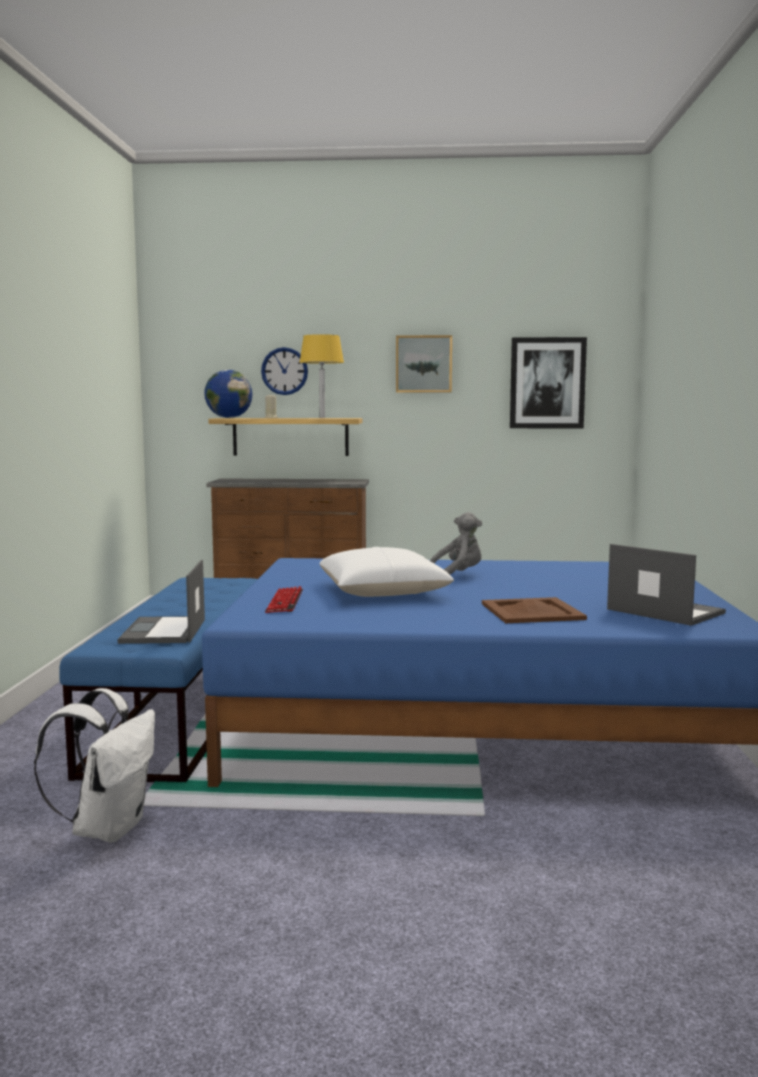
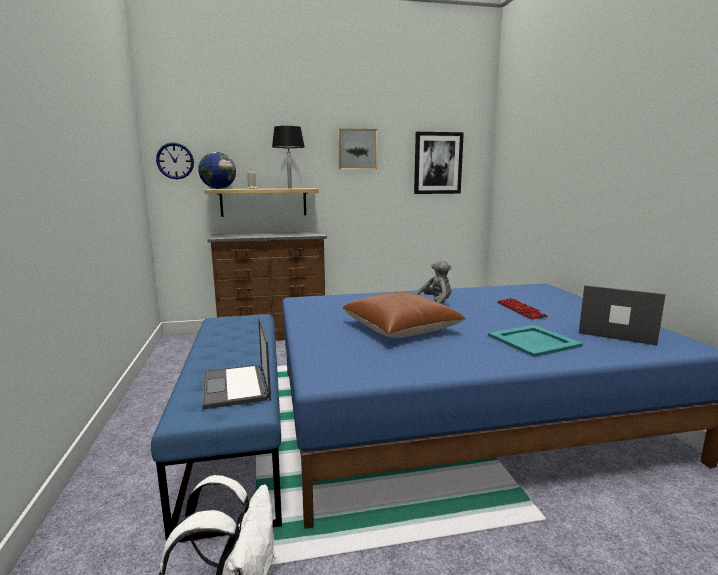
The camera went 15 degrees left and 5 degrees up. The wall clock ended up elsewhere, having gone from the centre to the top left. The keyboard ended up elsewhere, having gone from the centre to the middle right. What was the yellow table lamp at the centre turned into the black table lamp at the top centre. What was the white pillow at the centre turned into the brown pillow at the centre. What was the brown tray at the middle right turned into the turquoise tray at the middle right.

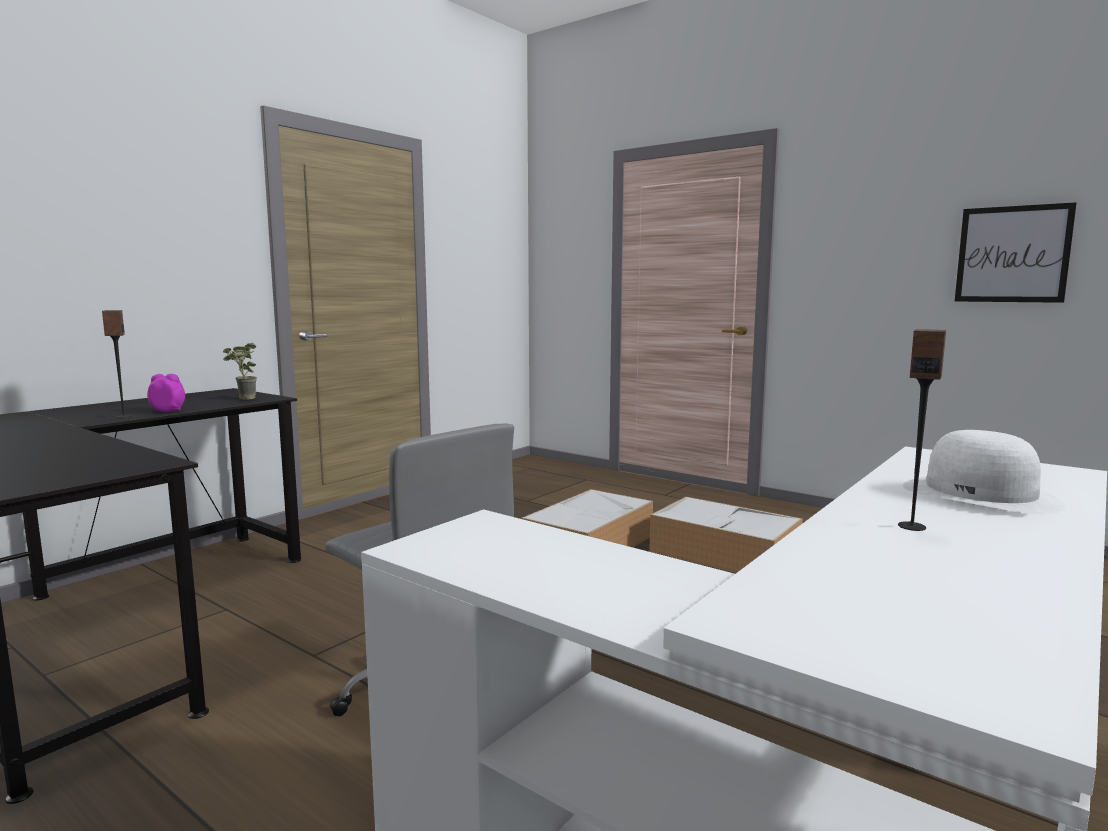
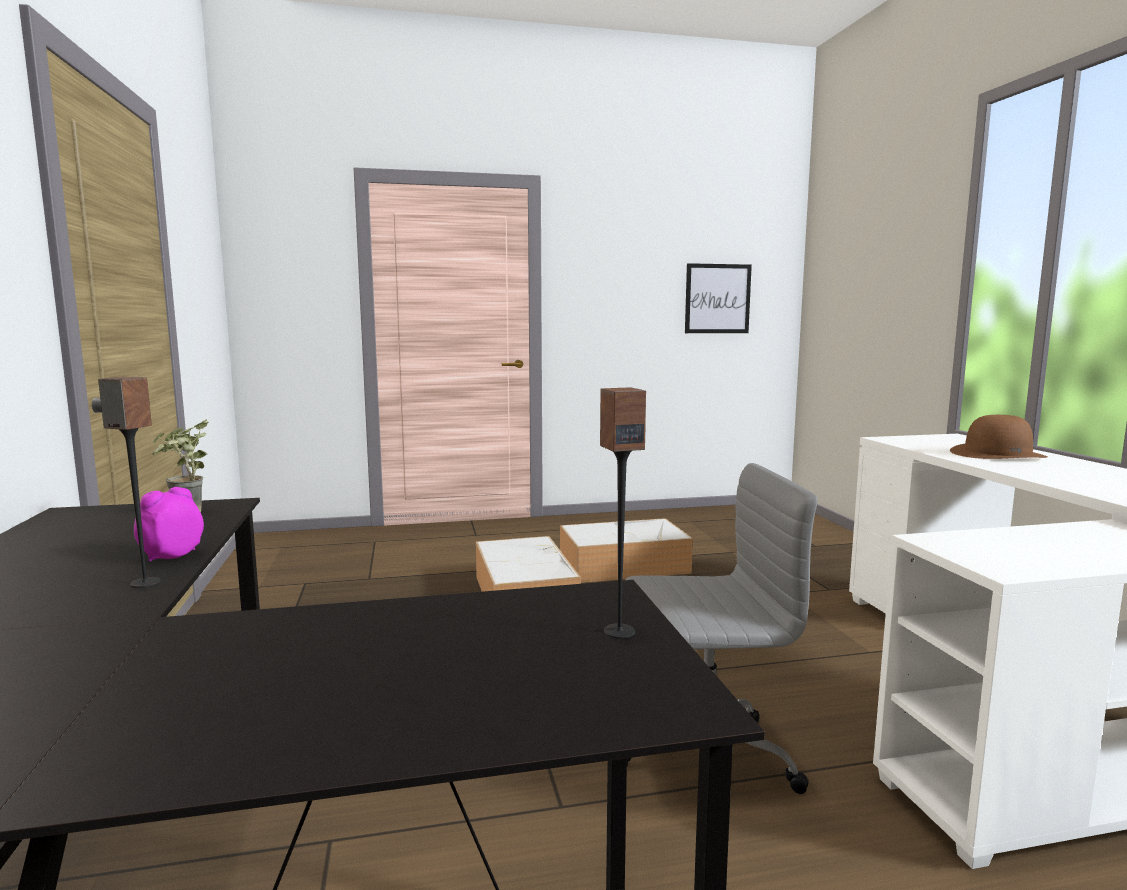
The camera went 50 degrees left and 0 degrees up. The speaker (2nd from left) ended up elsewhere, having gone from the middle right to the centre. What was the white hat at the middle right turned into the brown hat at the middle right.

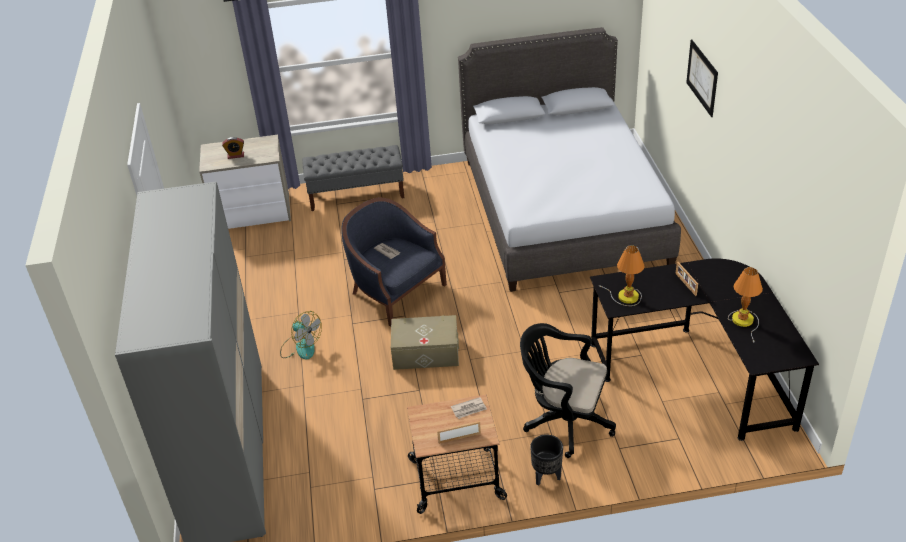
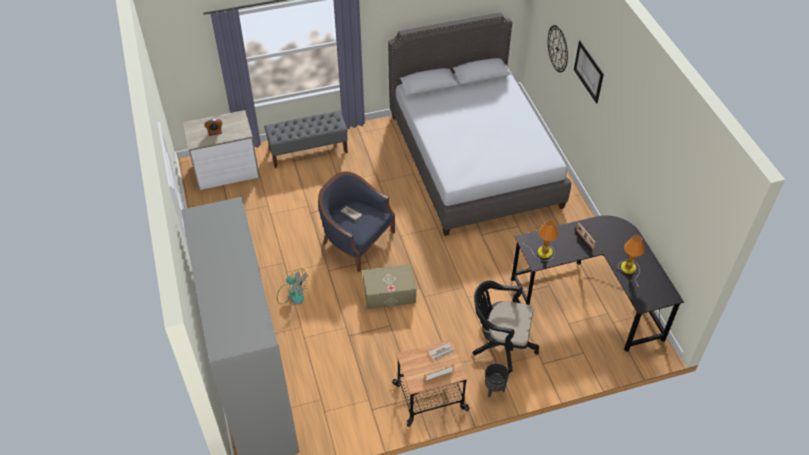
The camera went 10 degrees left and 10 degrees up. The second view gained the wall clock at the top right.

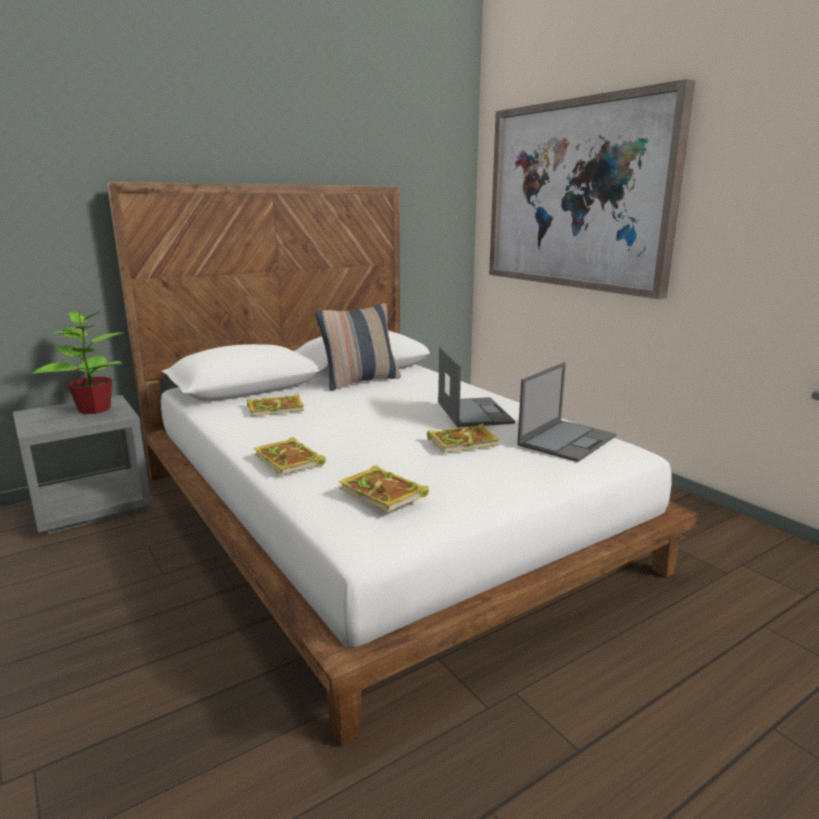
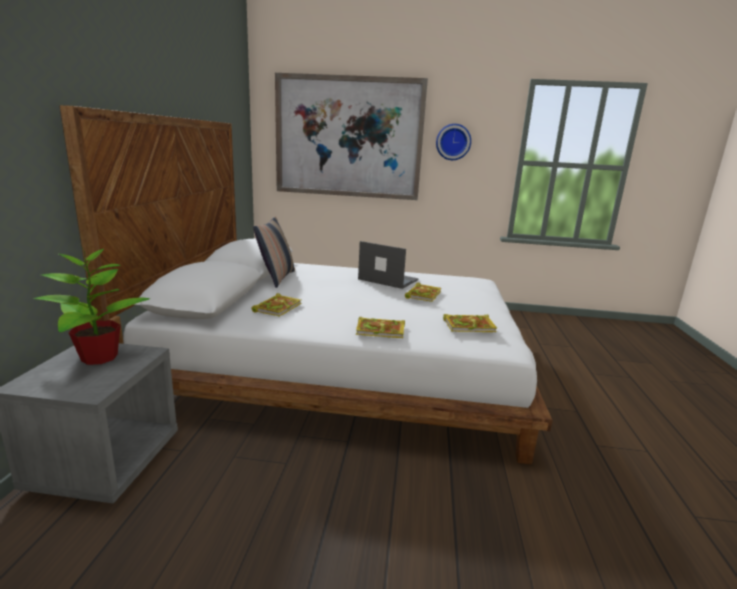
The camera went 50 degrees left and 0 degrees up. The second view lost the laptop (2nd from left) at the middle right. The second view gained the wall clock at the top centre.

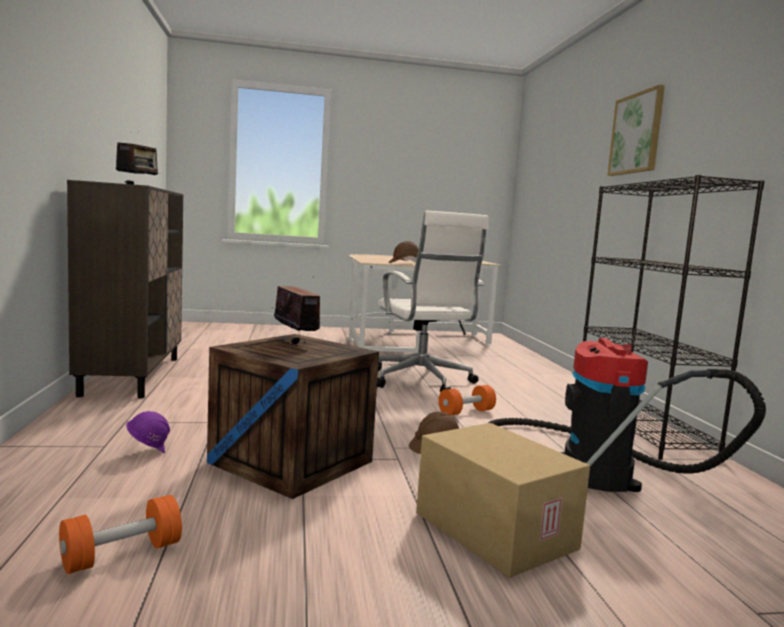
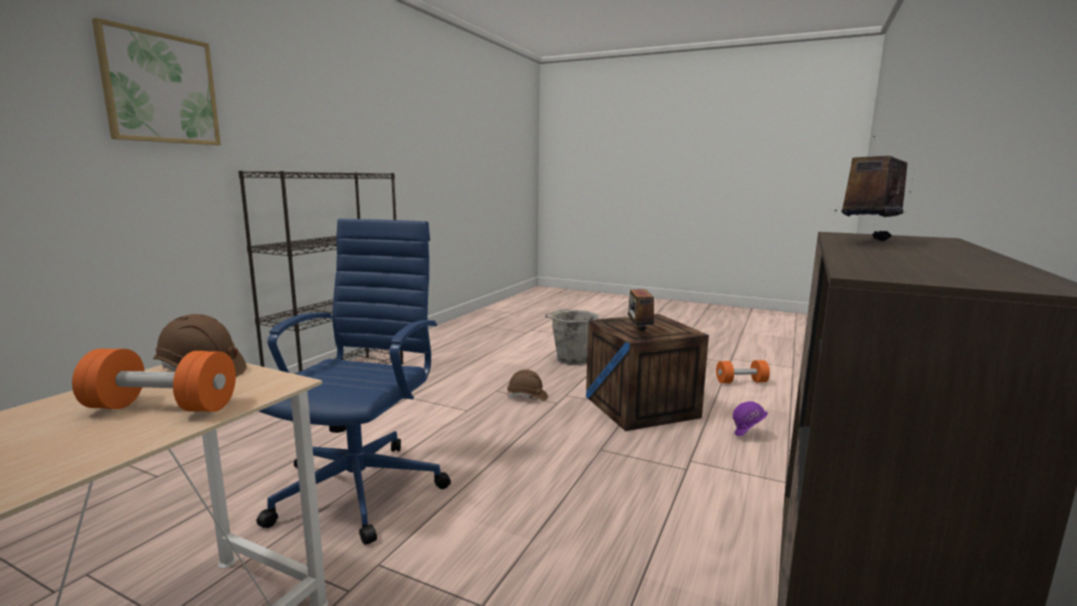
The camera went 145 degrees left and 5 degrees up. What was the white office chair at the centre turned into the blue office chair at the middle left. Where the cardboard box stood at the bottom centre, the grey bucket came to stand at the centre. The orange dumbbell (2nd from left in the first image) ended up elsewhere, having gone from the centre to the middle left. The second view lost the vacuum cleaner at the middle right.

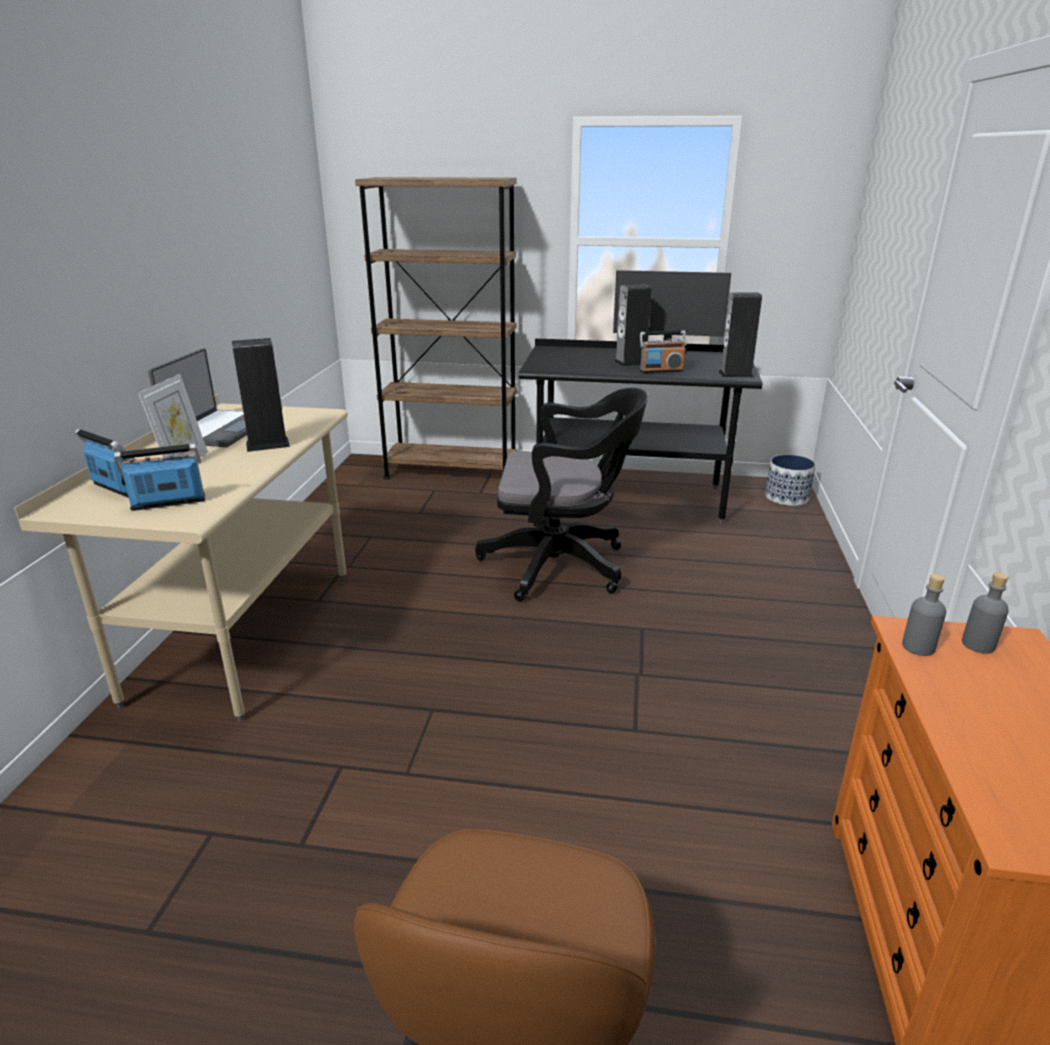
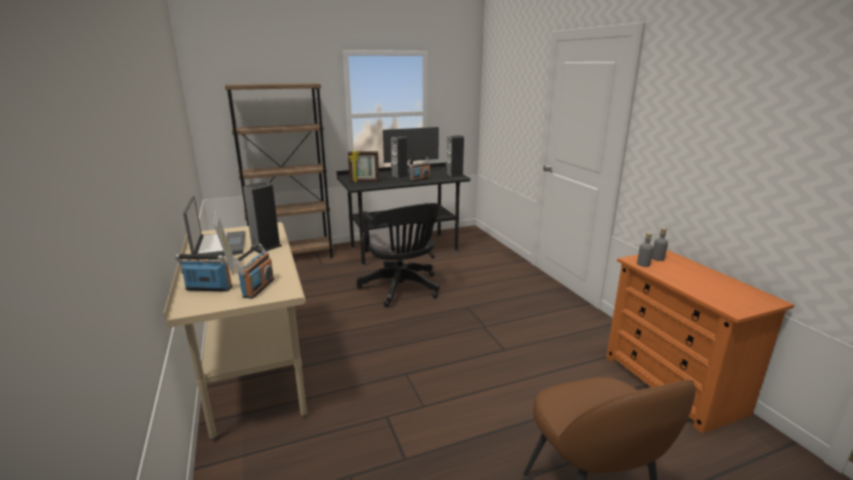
The camera went 30 degrees left and 5 degrees down. The radio (2nd from left) at the middle left ended up facing another way, 150 degrees clockwise from before. The black office chair at the centre ended up facing another way, 90 degrees clockwise from before. The second view lost the planter at the middle right. The second view gained the picture frame (2nd from left) at the centre.

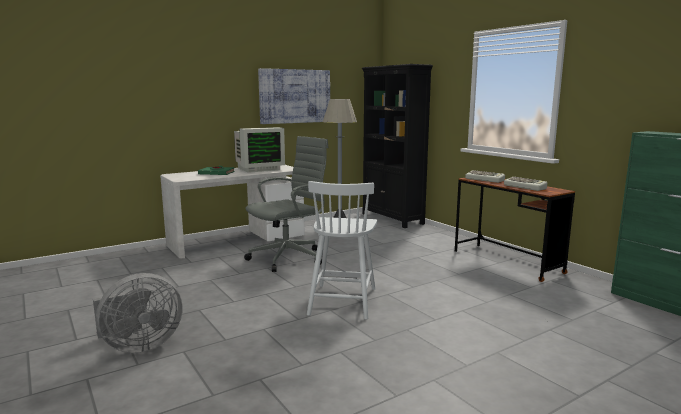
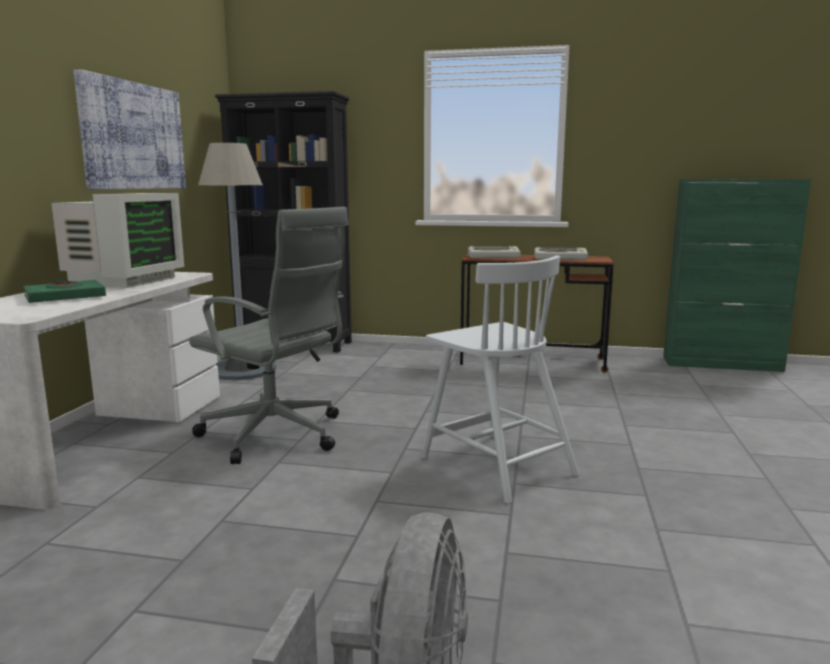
The camera went 45 degrees left and 0 degrees up. The grey office chair at the centre ended up facing another way, 120 degrees clockwise from before.

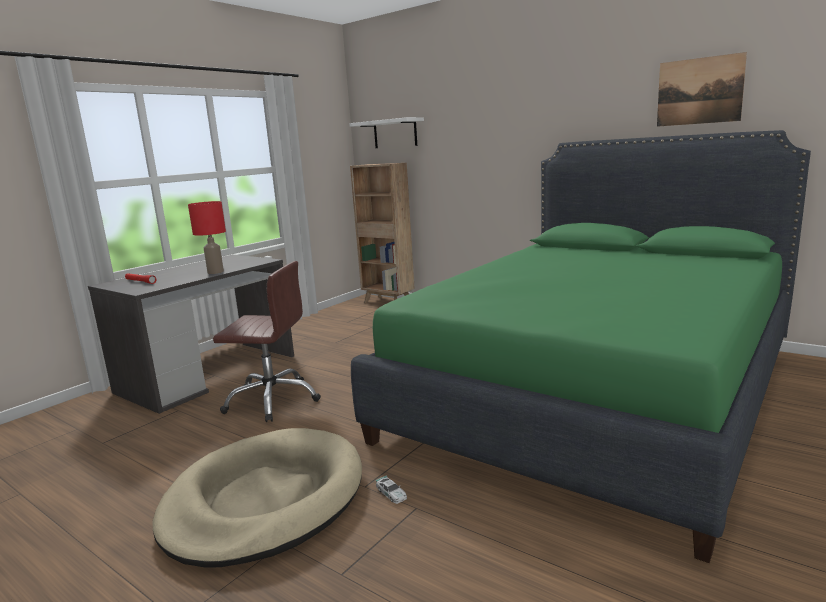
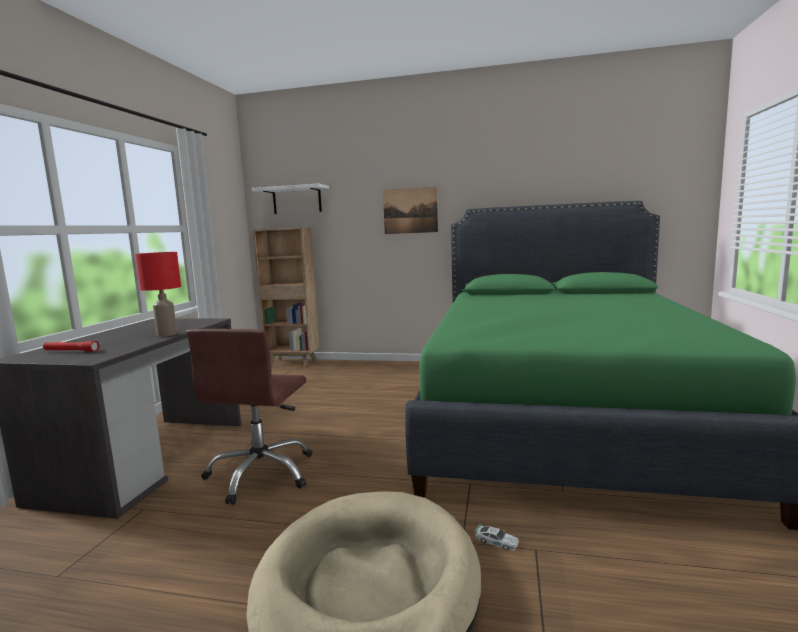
The camera went 25 degrees left and 5 degrees down. The brown office chair at the middle left ended up facing another way, 120 degrees clockwise from before. The picture ended up elsewhere, having gone from the top right to the top centre.

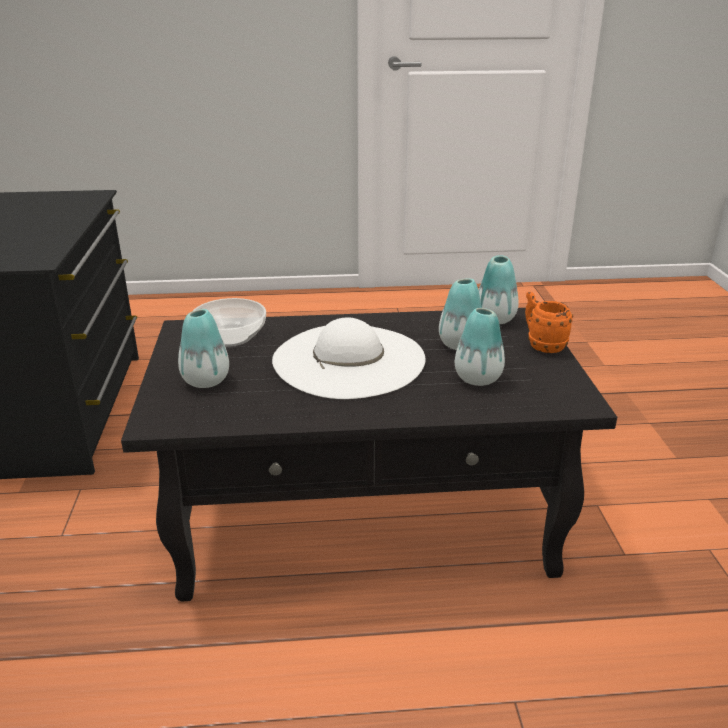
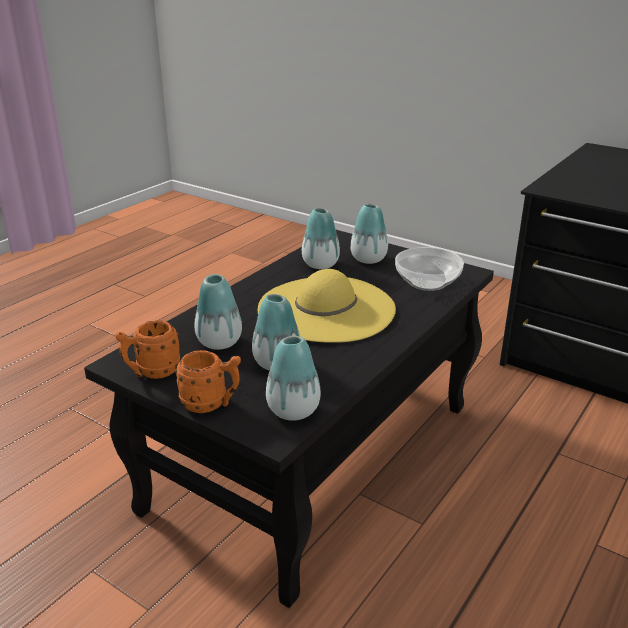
The camera went 130 degrees right and 0 degrees up. What was the white hat at the centre turned into the yellow hat at the centre. The second view gained the orange mug (1st from left) at the middle left. The second view gained the vase (4th from left) at the centre.

